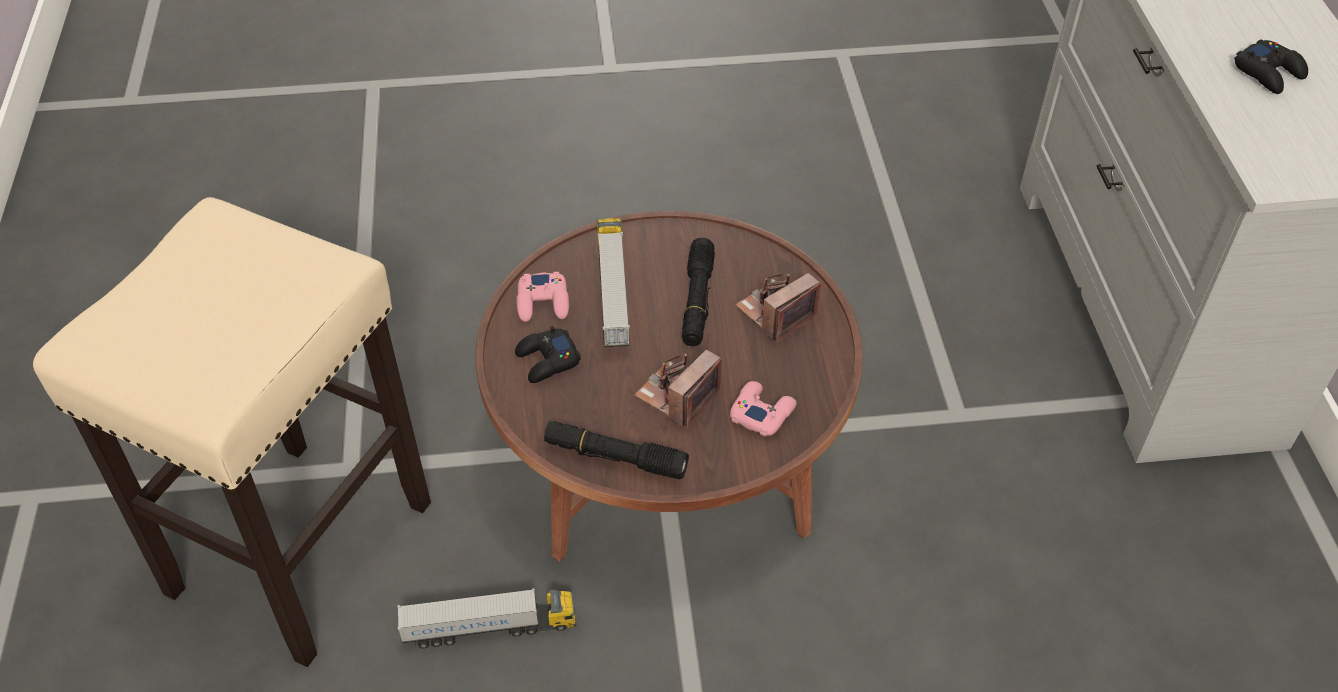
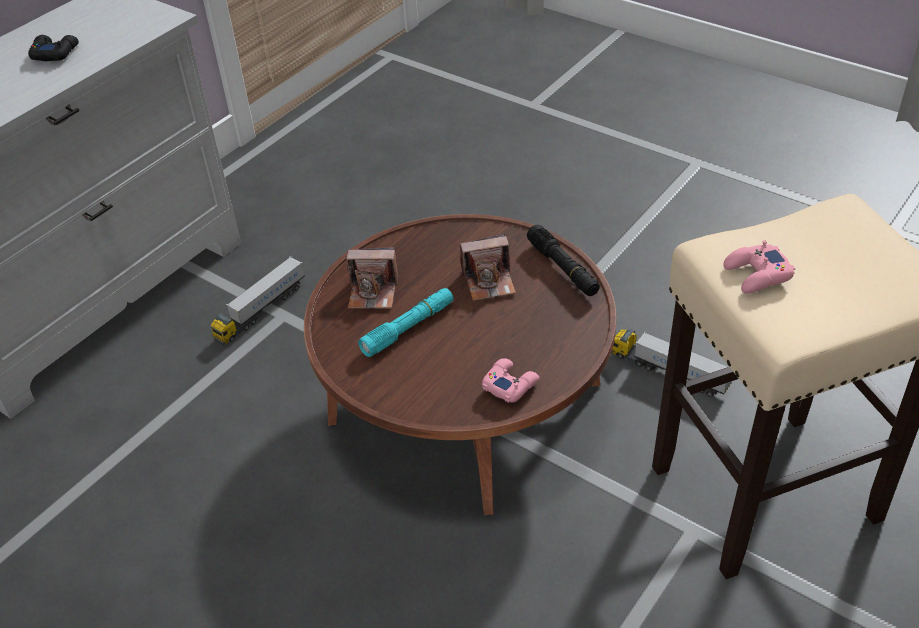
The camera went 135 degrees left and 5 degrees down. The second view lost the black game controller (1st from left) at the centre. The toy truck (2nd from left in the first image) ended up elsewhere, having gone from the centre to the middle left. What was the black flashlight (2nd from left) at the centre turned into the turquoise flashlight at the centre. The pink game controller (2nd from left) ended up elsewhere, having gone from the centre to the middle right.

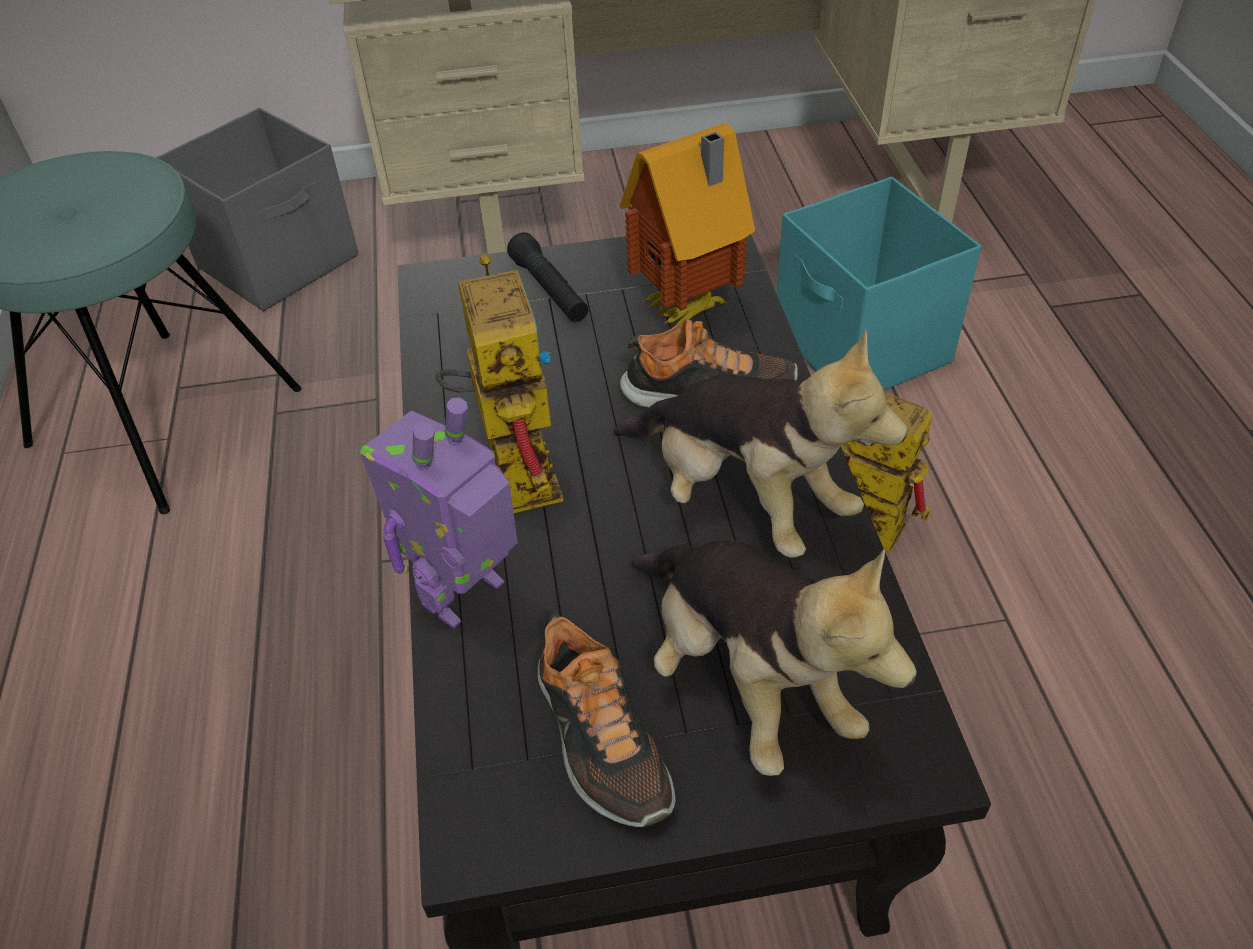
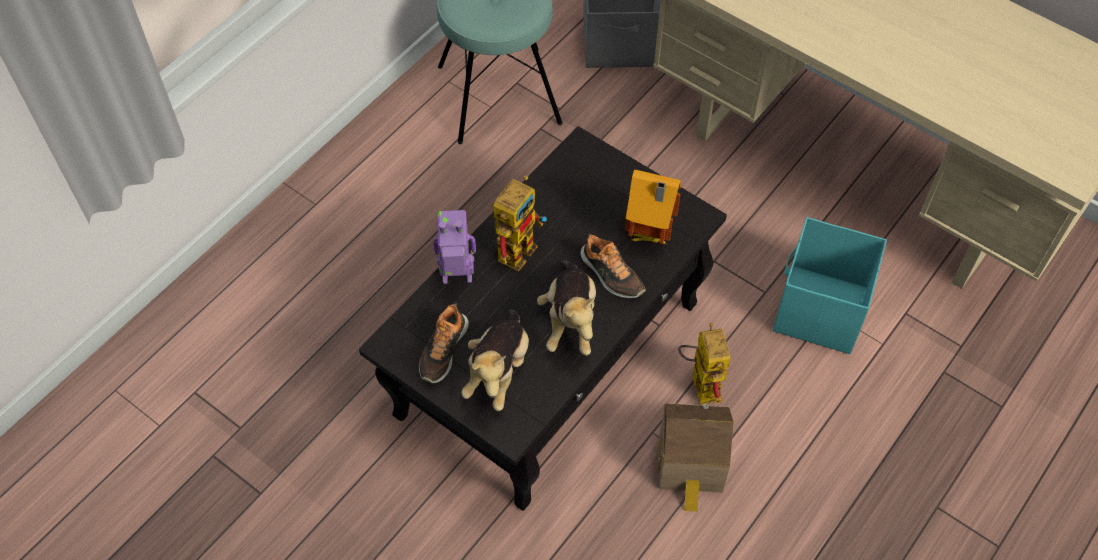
The camera went 45 degrees right and 10 degrees up. The second view lost the black flashlight at the top centre. The second view gained the toy house (2nd from left) at the bottom centre.

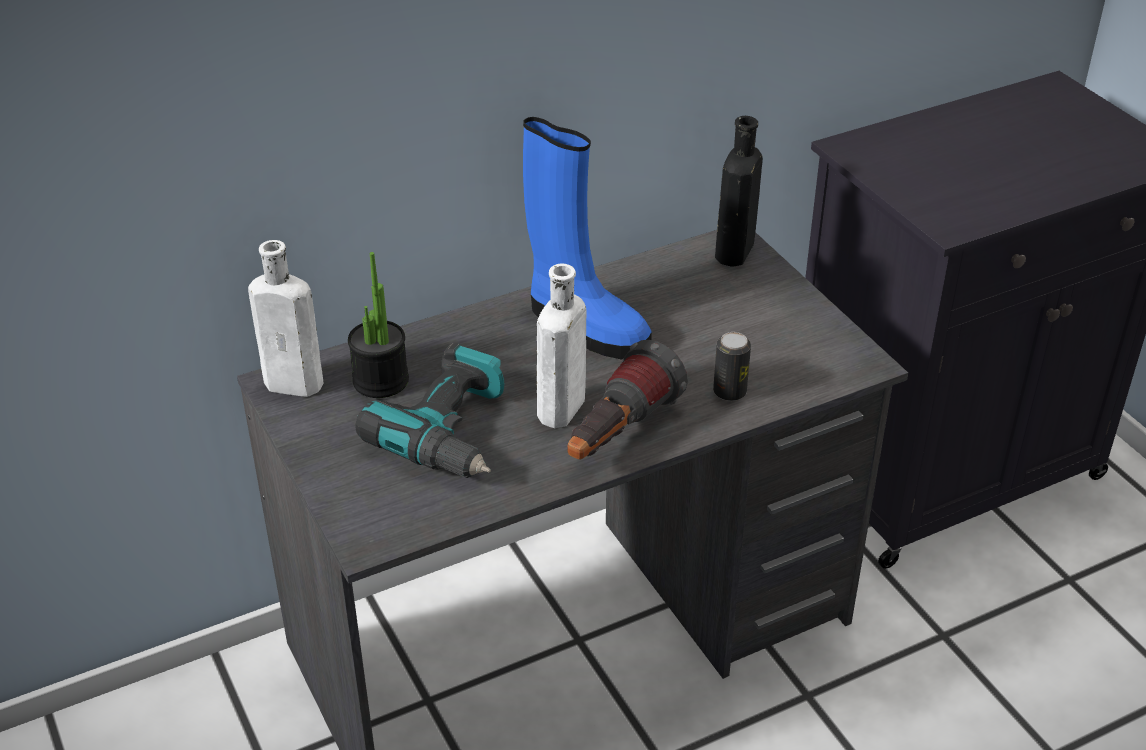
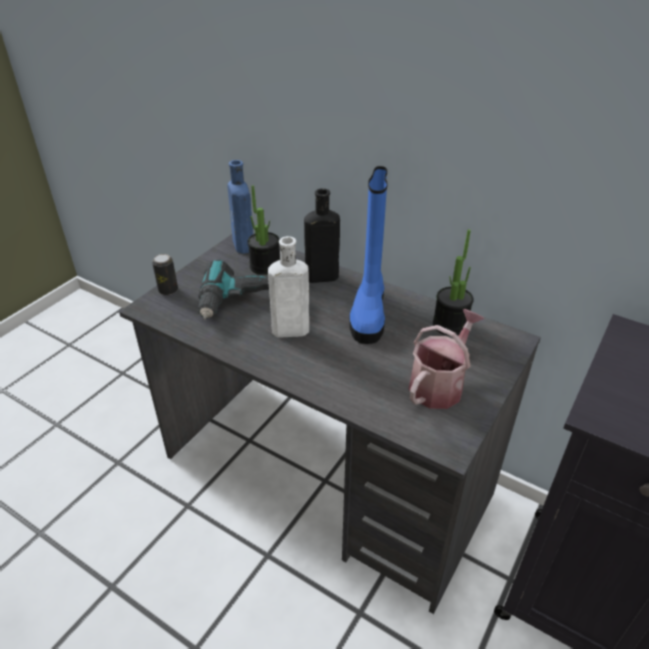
The camera went 60 degrees right and 0 degrees up. What was the white bottle (1st from left) at the middle left turned into the blue bottle at the top centre. The second view lost the flashlight at the centre. The can ended up elsewhere, having gone from the centre to the middle left. The black bottle ended up elsewhere, having gone from the top centre to the centre. The second view gained the watering can at the middle right. The second view gained the potted plant (2nd from left) at the middle right.

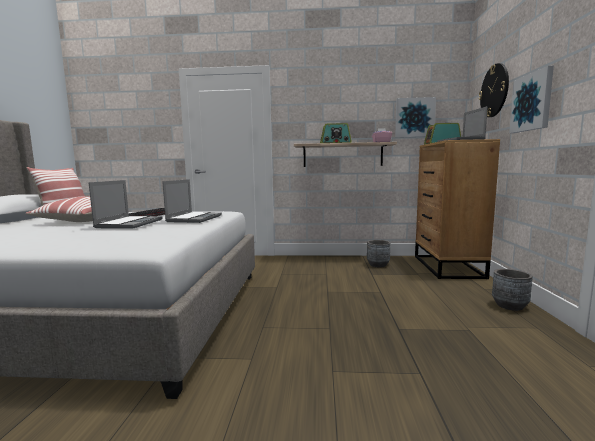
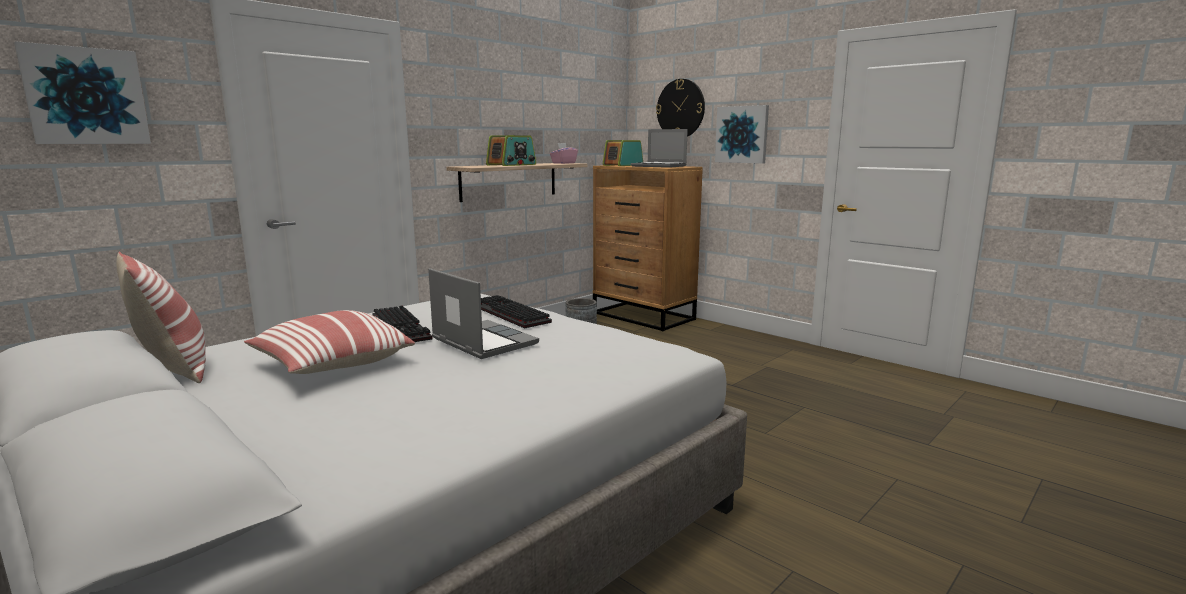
The camera went 50 degrees left and 5 degrees up. Where the laptop (2nd from left) stood at the middle left, the keyboard (2nd from left) came to stand at the centre. The picture (1st from left) ended up elsewhere, having gone from the top right to the top left. The second view lost the grey planter (2nd from left) at the middle right.

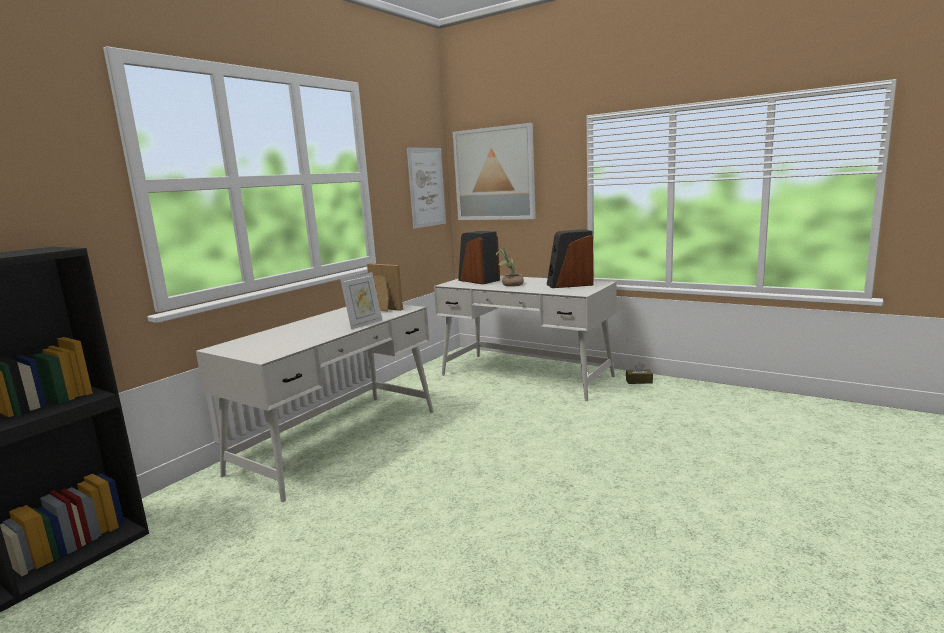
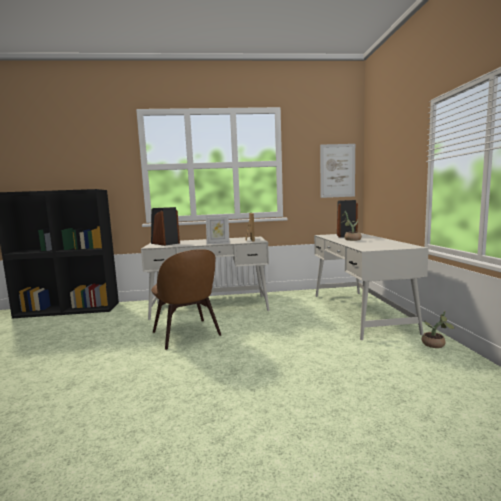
The camera went 50 degrees right and 5 degrees down. The second view lost the picture (2nd from left) at the top centre. The speaker (2nd from left in the first image) ended up elsewhere, having gone from the centre to the middle left. Where the brown tissue box stood at the middle right, the potted plant (2nd from left) came to stand at the middle right. The second view gained the brown chair at the centre.

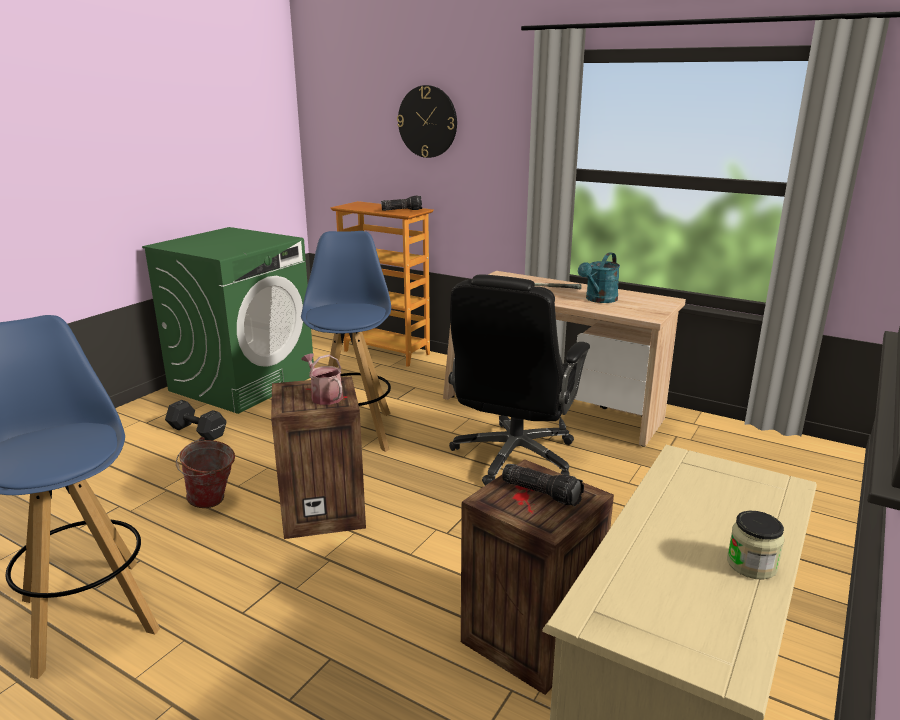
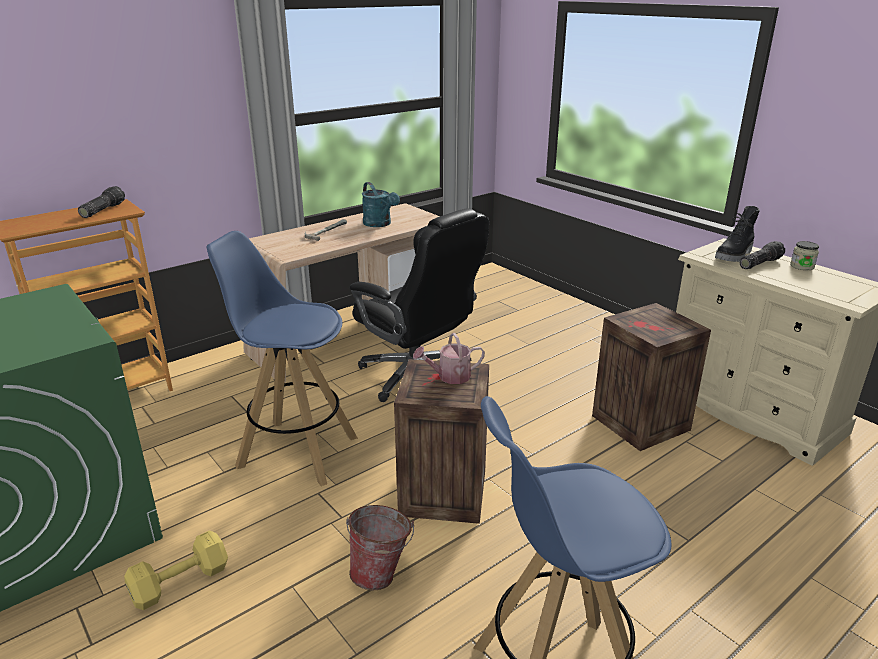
The camera went 70 degrees left and 5 degrees up. What was the black dumbbell at the middle left turned into the yellow dumbbell at the bottom left. The second view lost the wall clock at the top centre. The flashlight (2nd from left) ended up elsewhere, having gone from the bottom centre to the middle right. The second view gained the black boot at the middle right.

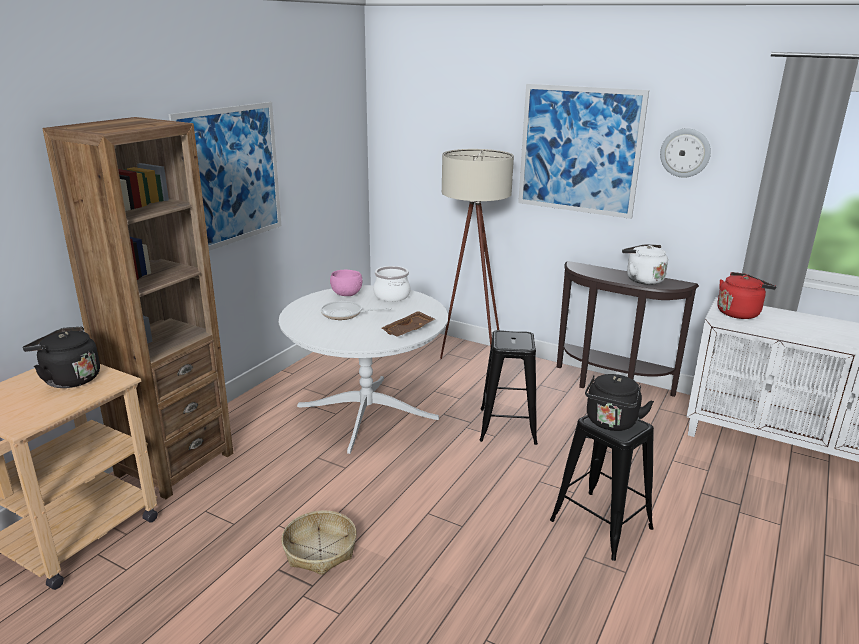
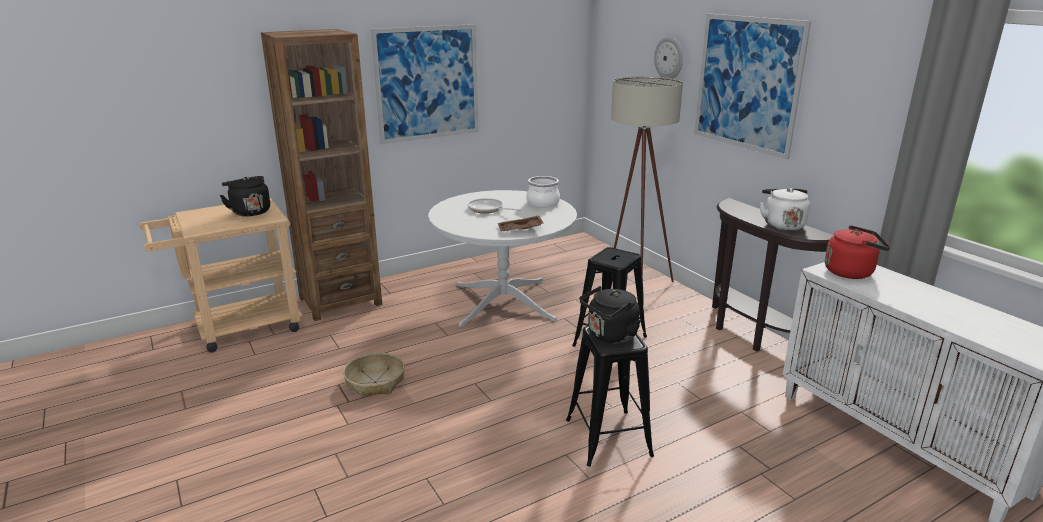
The camera went 30 degrees right and 0 degrees up. The second view lost the pink bowl at the centre. The wall clock ended up elsewhere, having gone from the top right to the top centre.

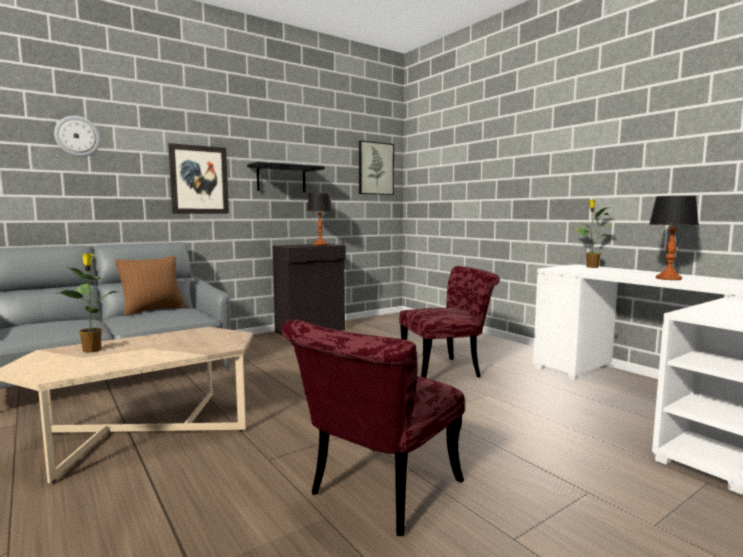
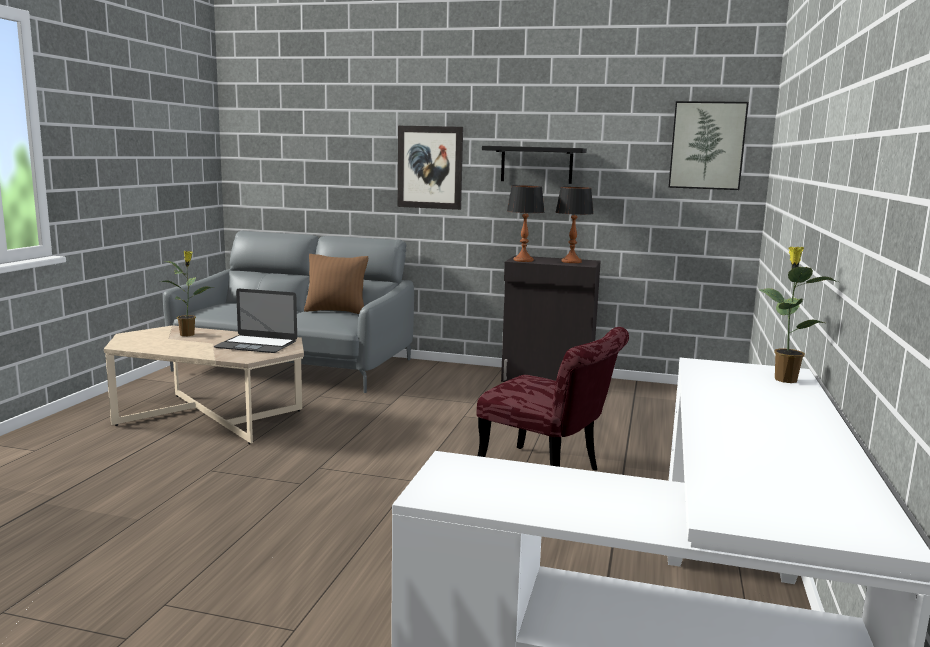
The camera went 50 degrees right and 5 degrees up. The second view lost the wall clock at the top left. The second view lost the red chair (1st from left) at the bottom centre. The table lamp (2nd from left in the first image) ended up elsewhere, having gone from the middle right to the centre. The second view gained the laptop at the middle left.

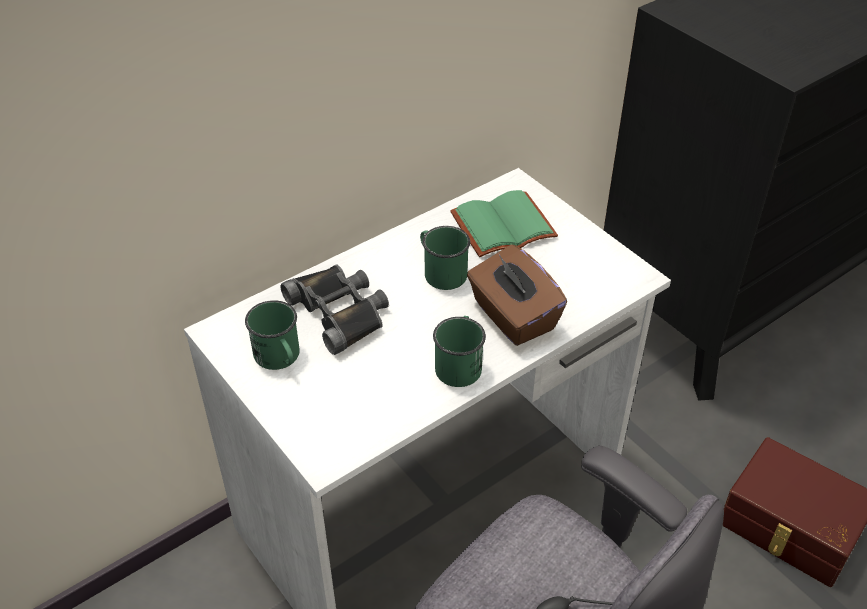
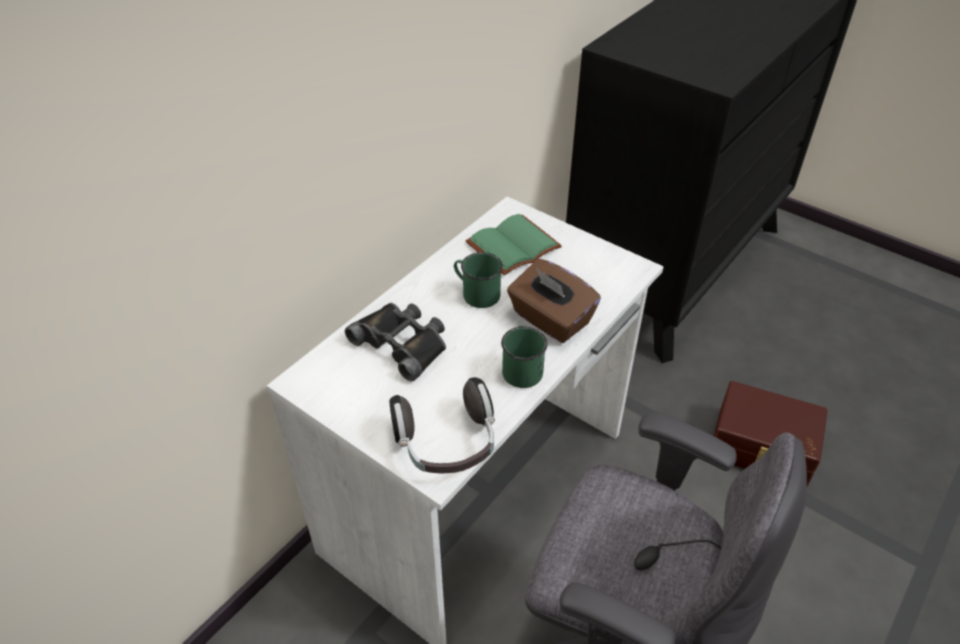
The camera went 15 degrees left and 0 degrees up. The second view lost the green mug (1st from left) at the middle left. The second view gained the headphones at the centre.

